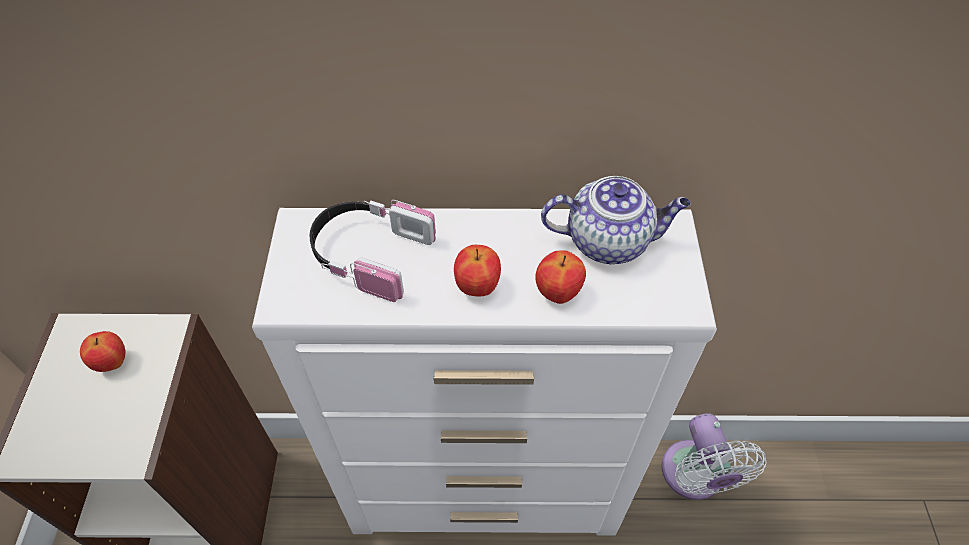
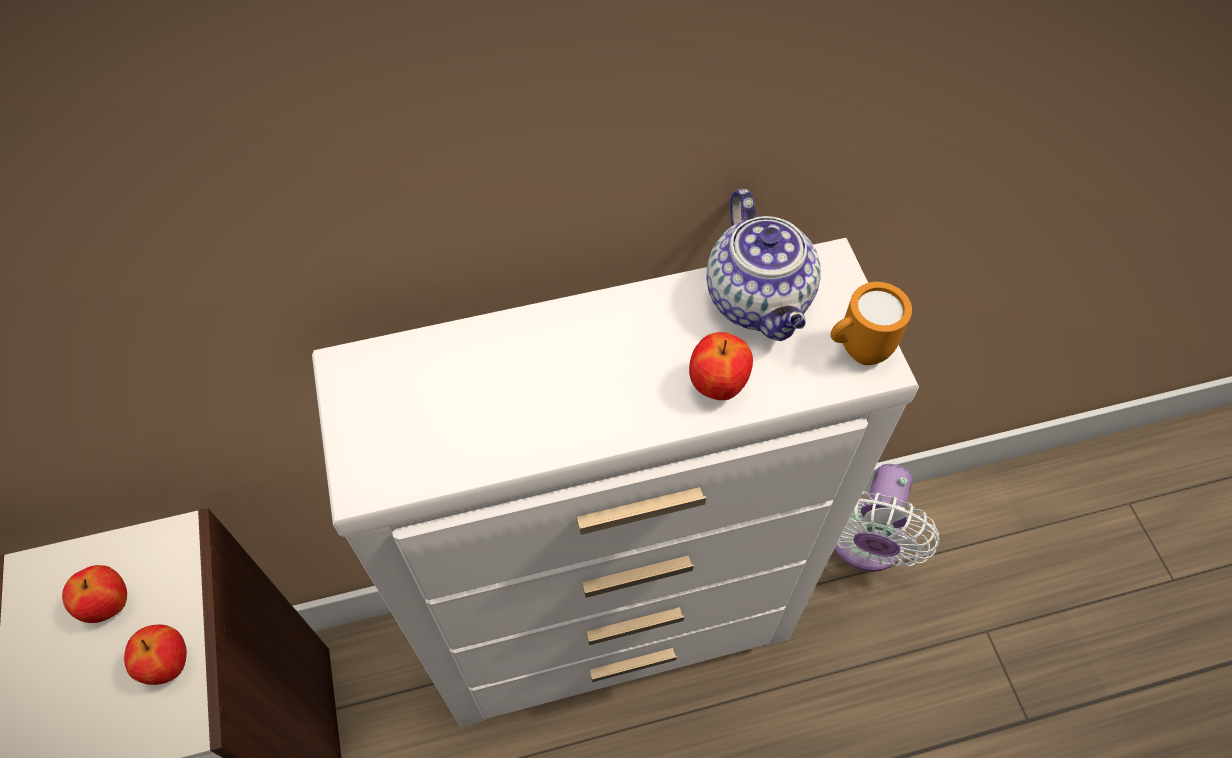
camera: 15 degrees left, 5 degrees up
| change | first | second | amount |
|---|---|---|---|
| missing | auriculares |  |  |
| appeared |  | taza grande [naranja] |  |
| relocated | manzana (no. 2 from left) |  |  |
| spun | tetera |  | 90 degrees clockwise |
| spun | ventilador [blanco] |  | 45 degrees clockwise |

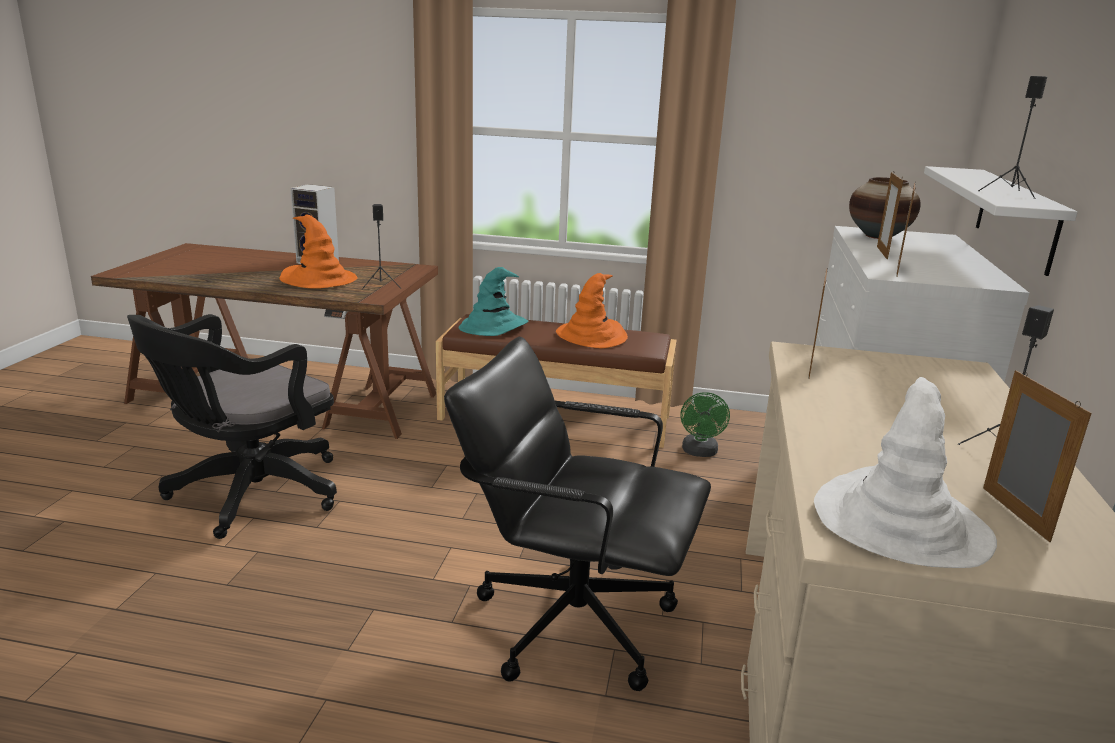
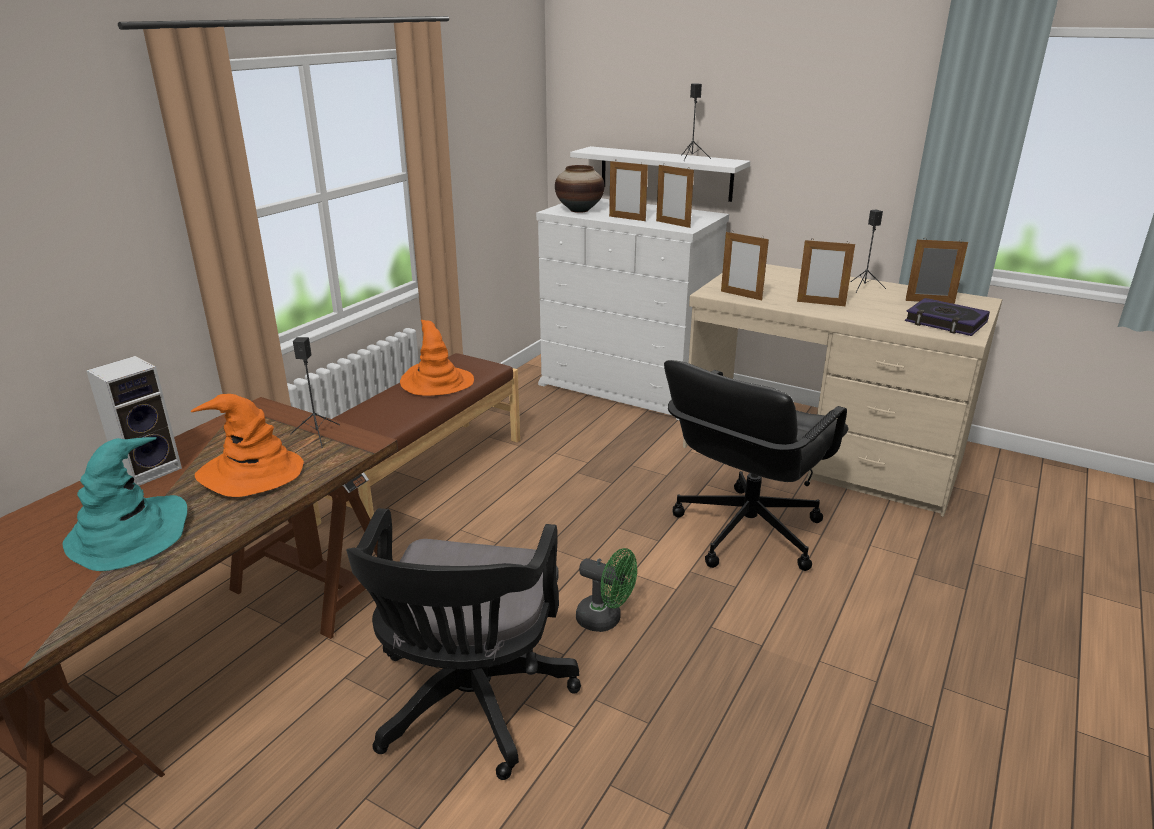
camera: 70 degrees left, 5 degrees up
| change | first | second | amount |
|---|---|---|---|
| appeared |  | portarretratos (no. 4 from left) |  |
| relocated | sombrero [turquesa] |  |  |
| relocated | ventilador [verde] |  |  |
| exchanged | sombrero [blanco] | libro |  |
| spun | silla de oficina [negro] (no. 1 from left) |  | 45 degrees clockwise |

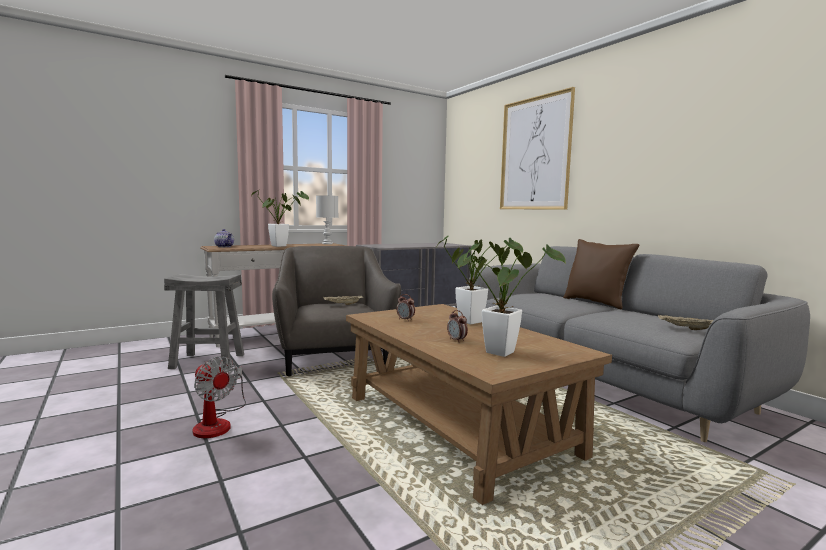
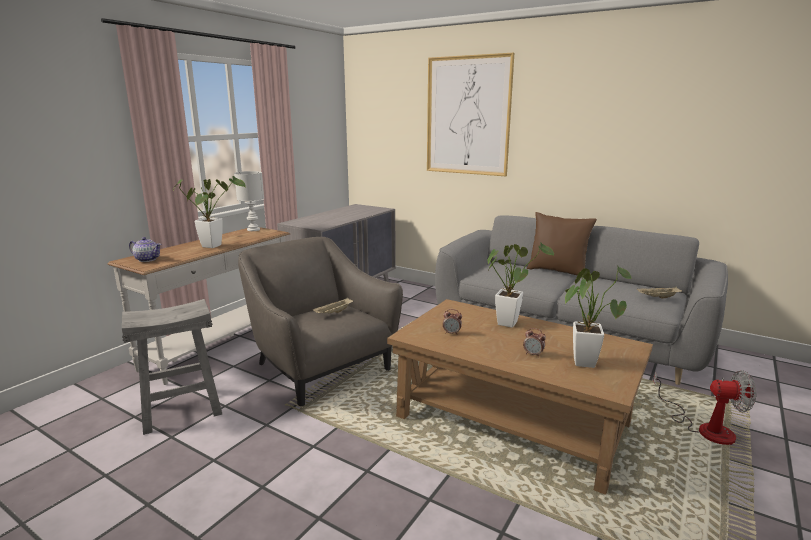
camera: 25 degrees left, 10 degrees up
| change | first | second | amount |
|---|---|---|---|
| relocated | ventilador |  |  |

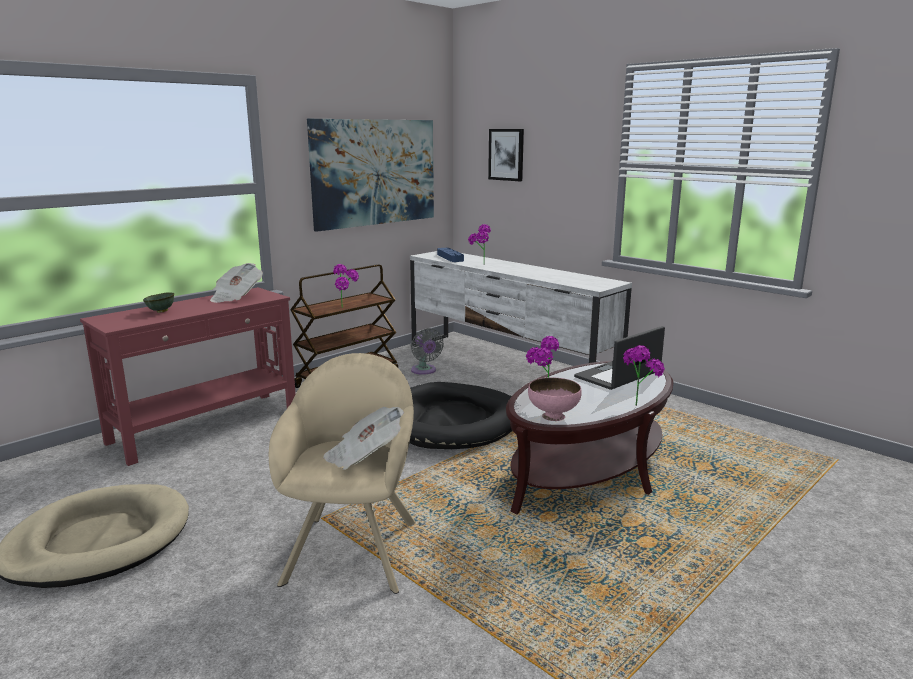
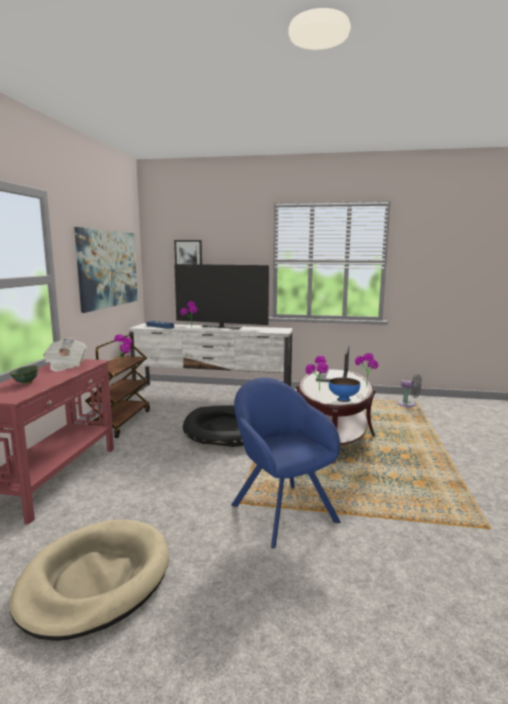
camera: 35 degrees left, 5 degrees down
| change | first | second | amount |
|---|---|---|---|
| missing | periódico (no. 2 from left) |  |  |
| appeared |  | televisor |  |
| relocated | ventilador [gris] |  |  |
| colour | sillón [beis] | sillón [azul] |  |
| colour | cuenco [rosa] | cuenco [azul] |  |

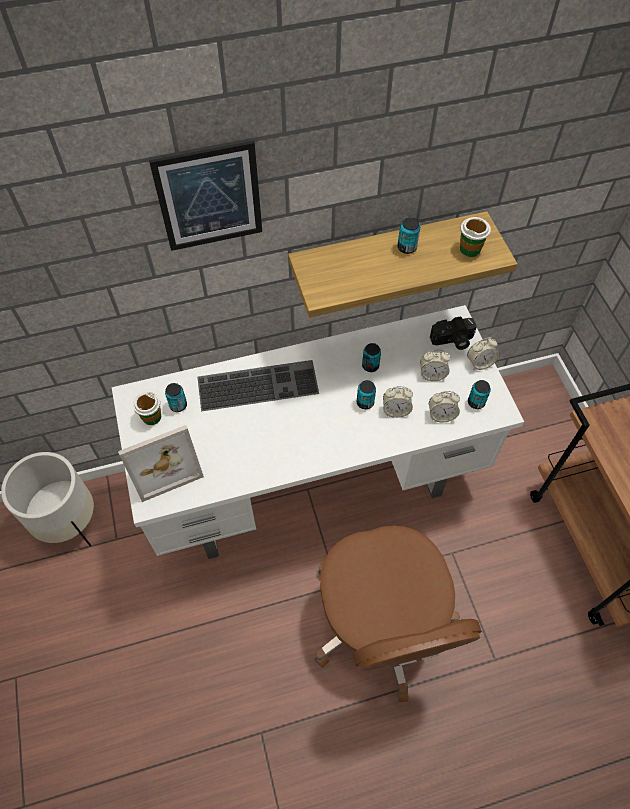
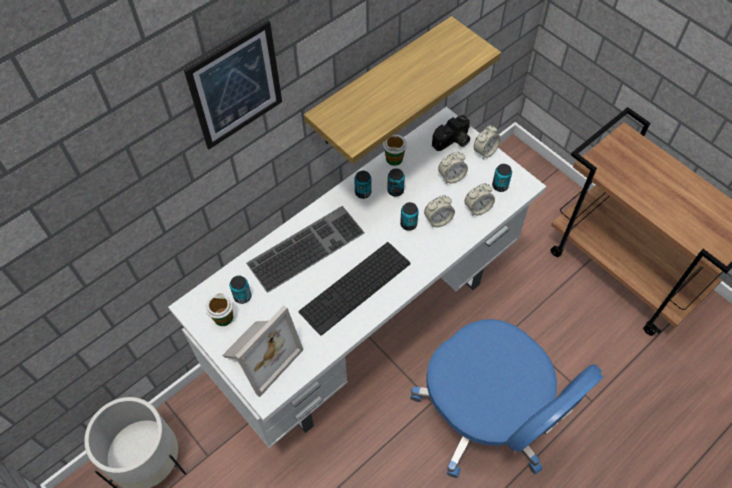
camera: 25 degrees left, 0 degrees up
| change | first | second | amount |
|---|---|---|---|
| appeared |  | teclado (no. 2 from left) |  |
| relocated | lata (no. 4 from left in the first image) | lata (no. 2 from left) |  |
| relocated | taza (no. 2 from left) |  |  |
| colour | silla de oficina [marrón] | silla de oficina [azul] |  |

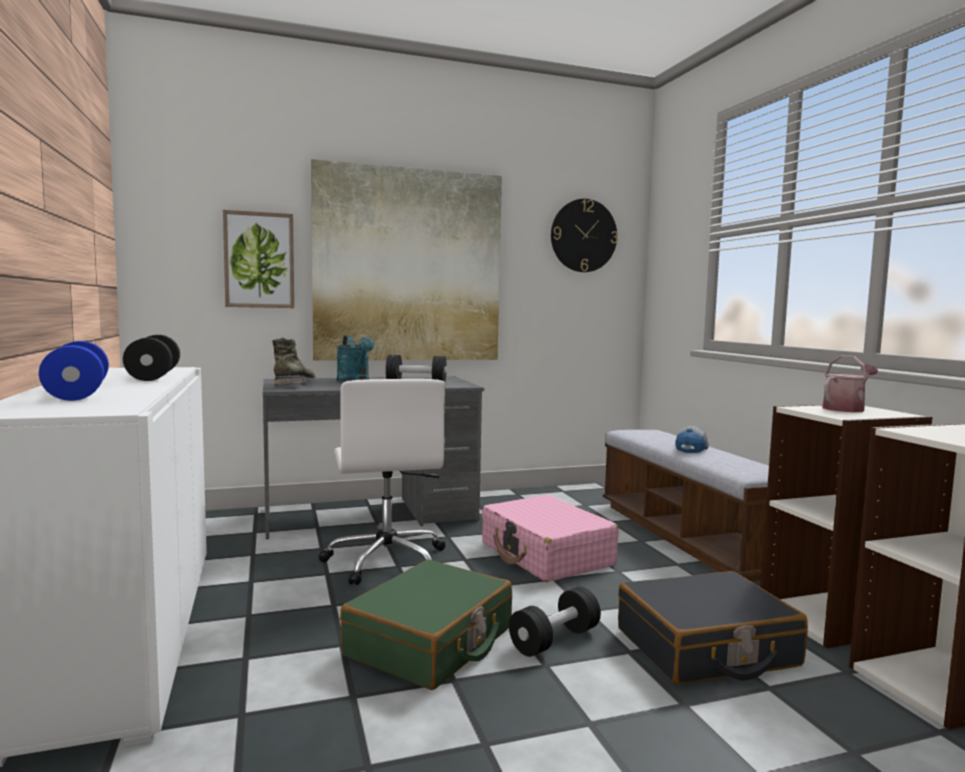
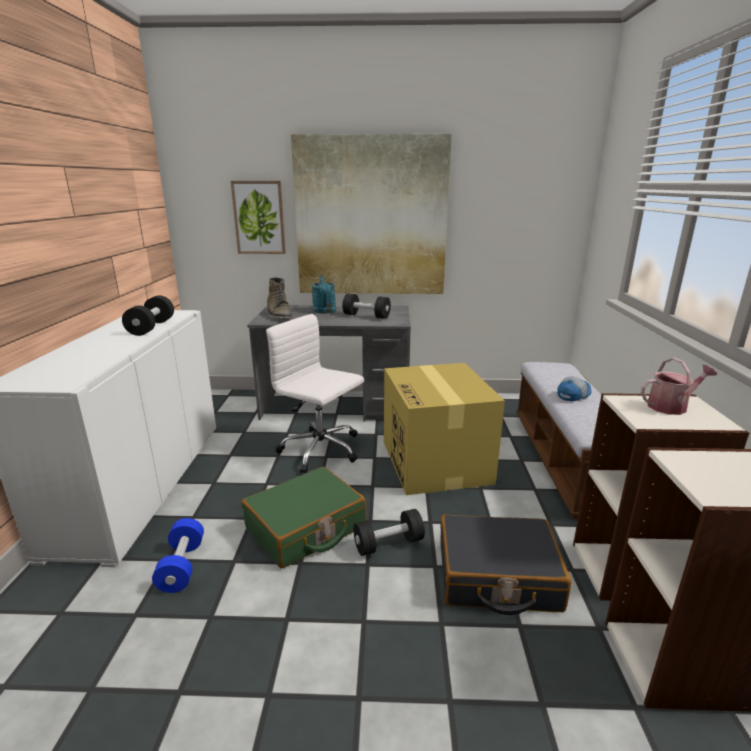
camera: 20 degrees right, 15 degrees up
| change | first | second | amount |
|---|---|---|---|
| missing | reloj de pared |  |  |
| relocated | mancuerna [azul] |  |  |
| exchanged | maleta [rosa] | caja de cartón |  |
| spun | bota [verde] |  | 135 degrees clockwise |
| spun | silla de oficina [blanco] |  | 120 degrees clockwise |

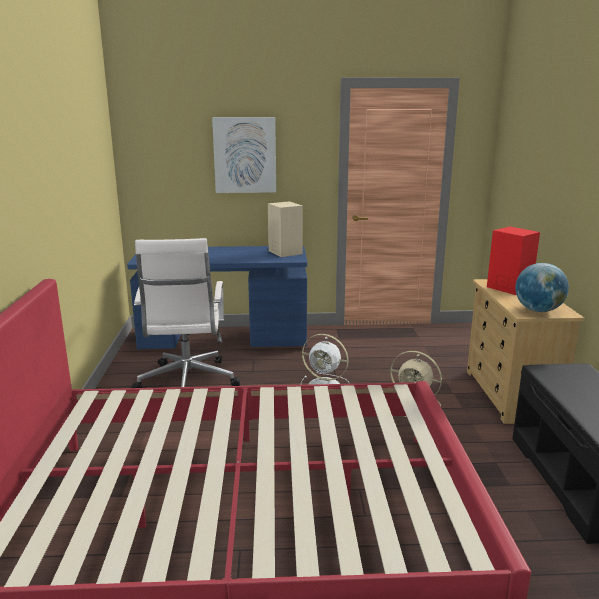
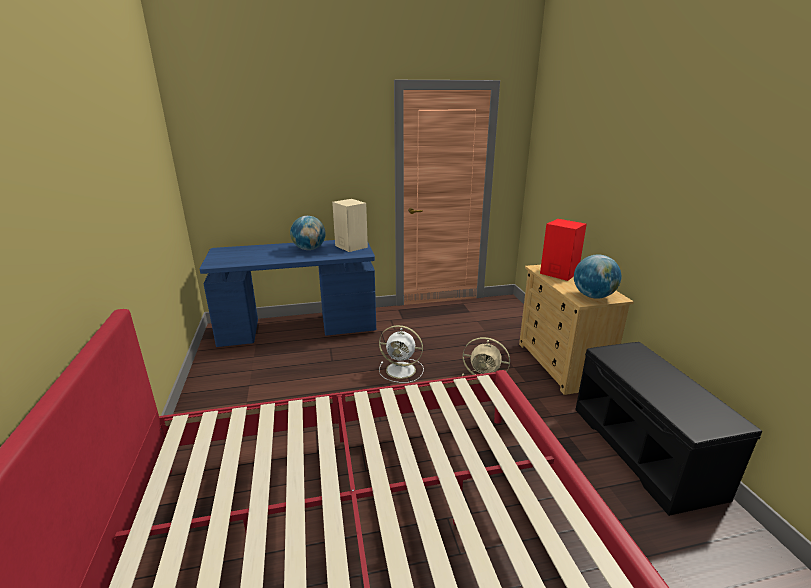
camera: 10 degrees left, 5 degrees up
| change | first | second | amount |
|---|---|---|---|
| missing | silla de oficina [blanco] |  |  |
| missing | cuadro |  |  |
| appeared |  | globo terráqueo (no. 1 from left) |  |

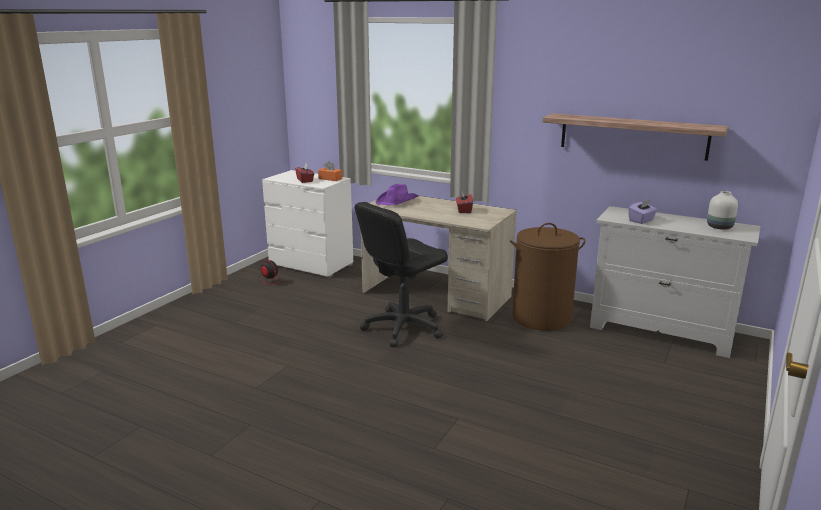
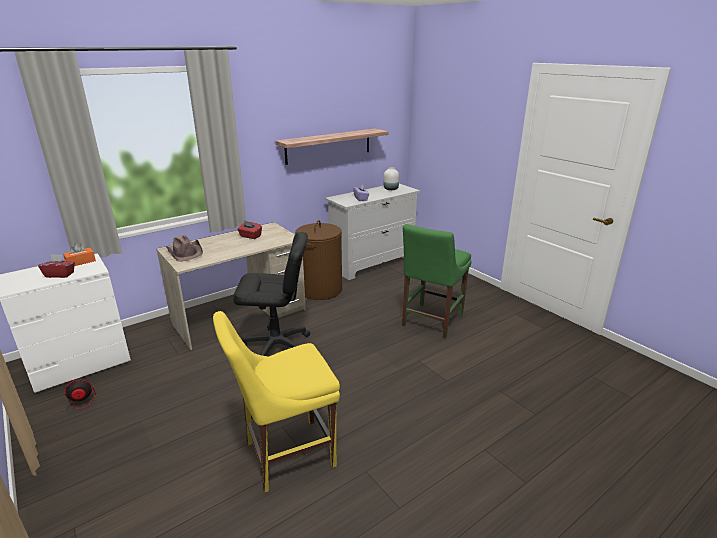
camera: 65 degrees left, 5 degrees up
| change | first | second | amount |
|---|---|---|---|
| appeared |  | silla [amarillo] |  |
| appeared |  | silla [verde] |  |
| colour | sombrero [morado] | sombrero [marrón] |  |
| spun | silla de oficina [negro] |  | 75 degrees counterclockwise |

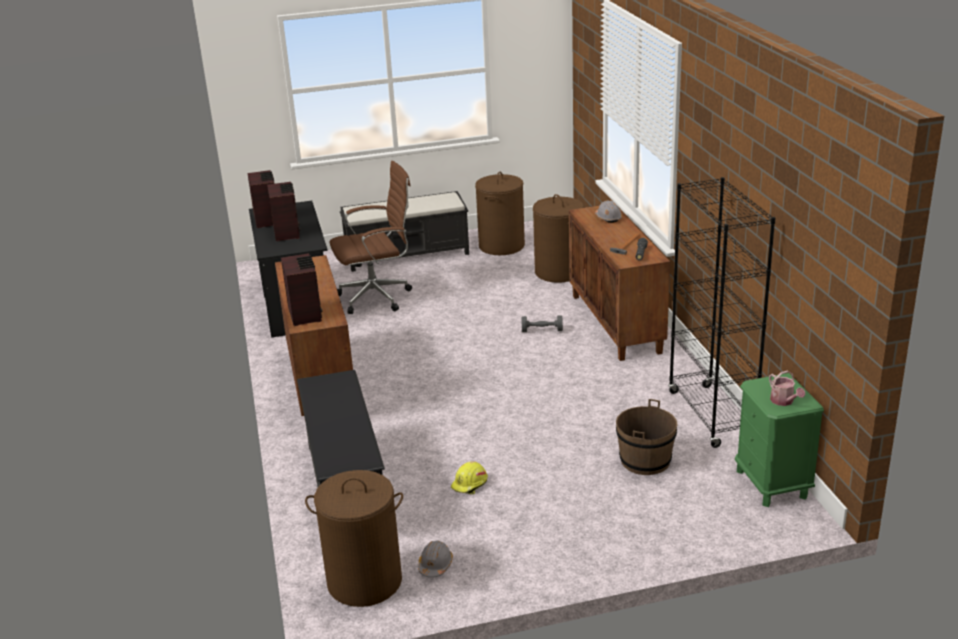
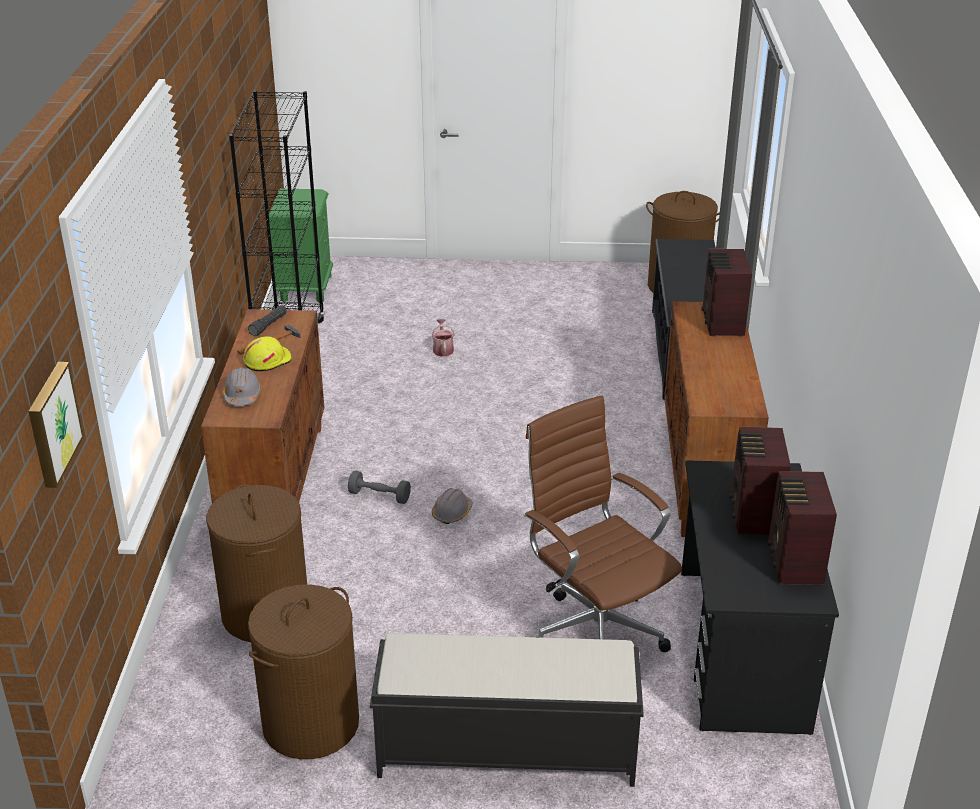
camera: 165 degrees left, 5 degrees up
| change | first | second | amount |
|---|---|---|---|
| missing | cubo [marrón] |  |  |
| appeared |  | cuadro |  |
| relocated | casco [gris] (no. 1 from left in the first image) | casco [gris] (no. 2 from left) |  |
| relocated | casco [amarillo] |  |  |
| relocated | regadera |  |  |
| spun | silla de oficina [marrón] |  | 60 degrees clockwise |

